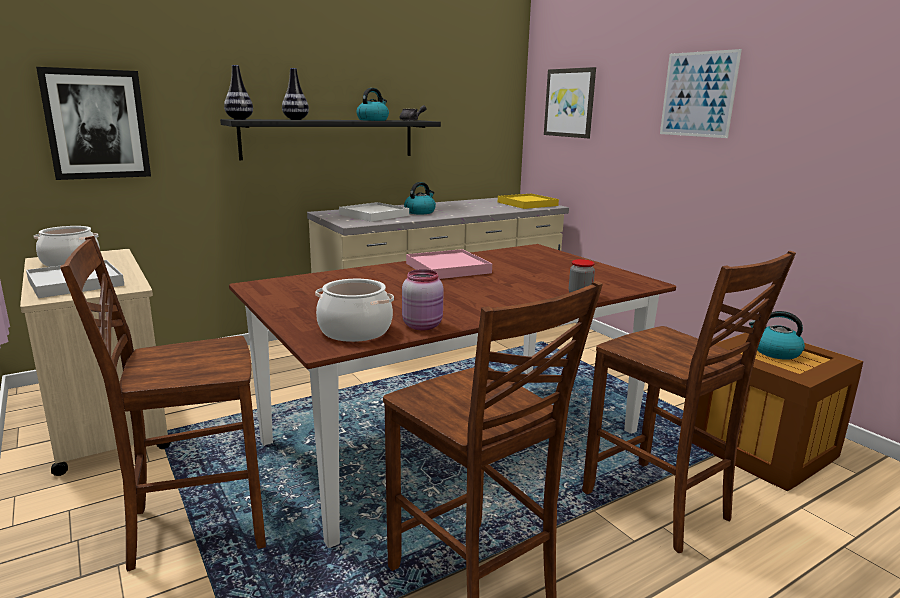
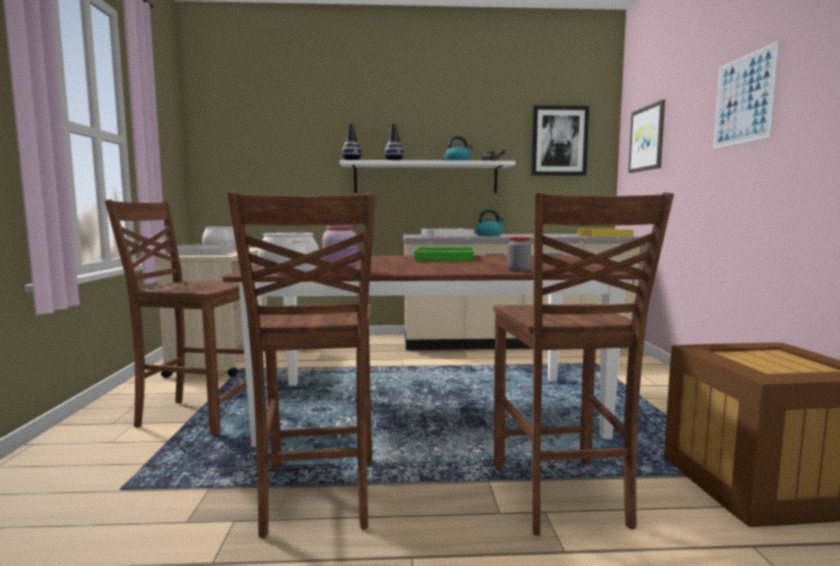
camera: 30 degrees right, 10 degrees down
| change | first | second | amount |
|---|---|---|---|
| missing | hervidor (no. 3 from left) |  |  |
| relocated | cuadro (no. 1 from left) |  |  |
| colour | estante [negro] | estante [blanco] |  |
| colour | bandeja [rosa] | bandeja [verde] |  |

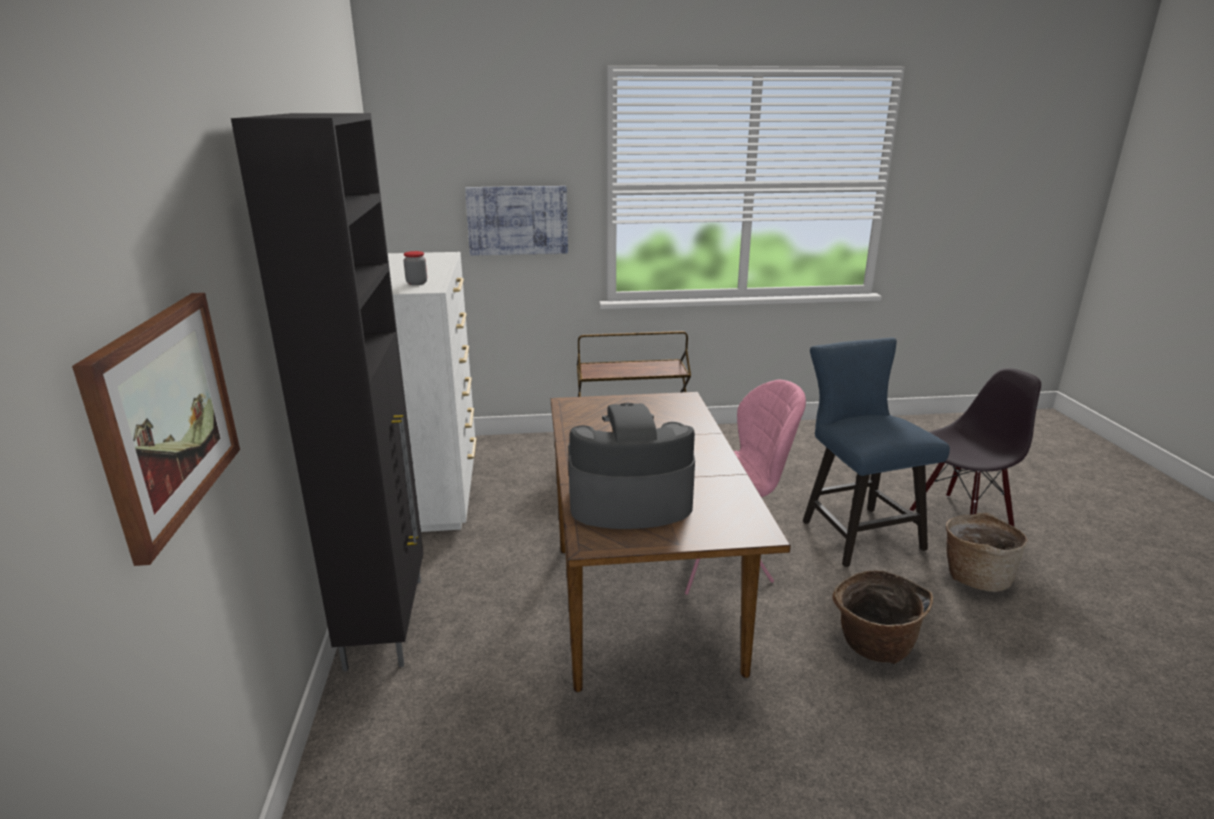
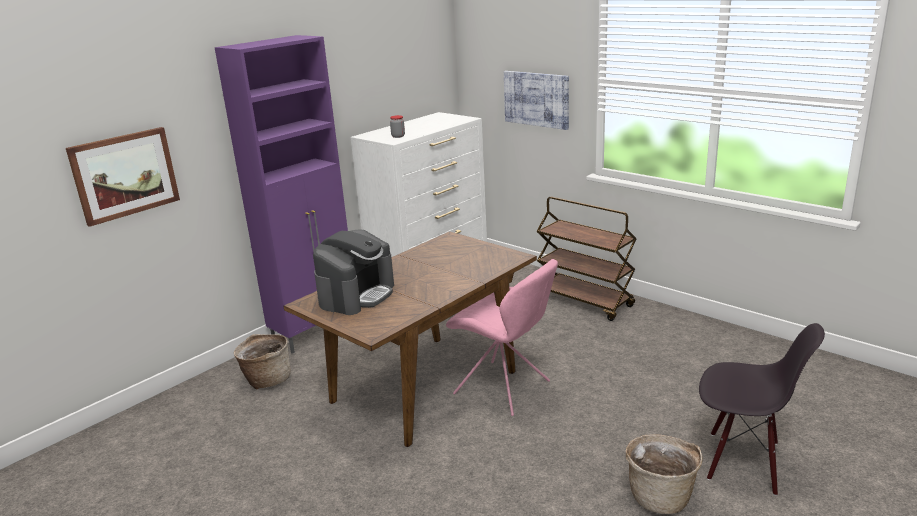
camera: 50 degrees right, 0 degrees up
| change | first | second | amount |
|---|---|---|---|
| missing | silla [azul] |  |  |
| relocated | cesta (no. 1 from left) |  |  |
| colour | armario [negro] | armario [morado] |  |
| spun | cafetera |  | 75 degrees clockwise |

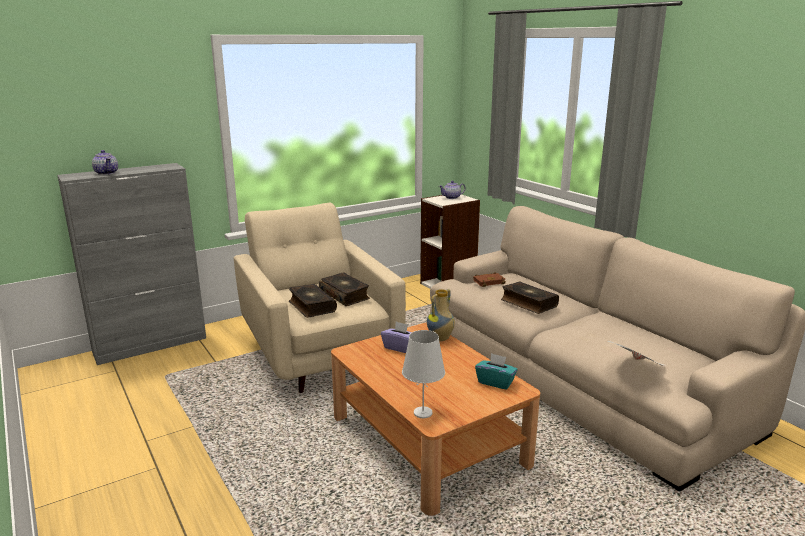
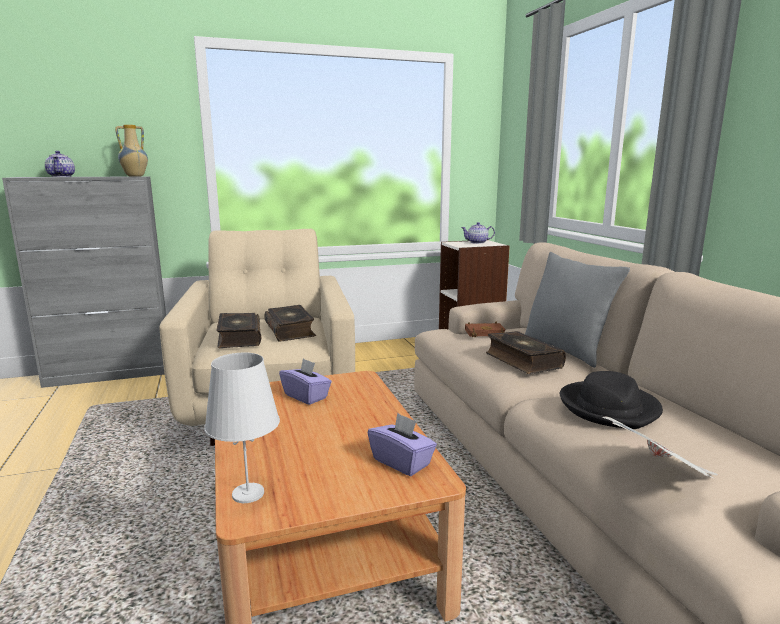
camera: 15 degrees right, 5 degrees down
| change | first | second | amount |
|---|---|---|---|
| appeared |  | cojín [gris] |  |
| appeared |  | sombrero [negro] |  |
| relocated | florero |  |  |
| colour | caja de pañuelos [turquesa] | caja de pañuelos [morado] (no. 2 from left) |  |

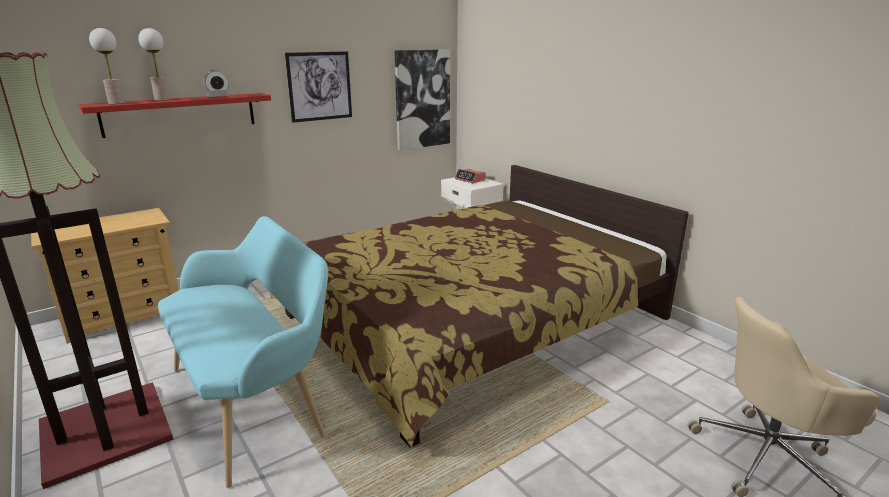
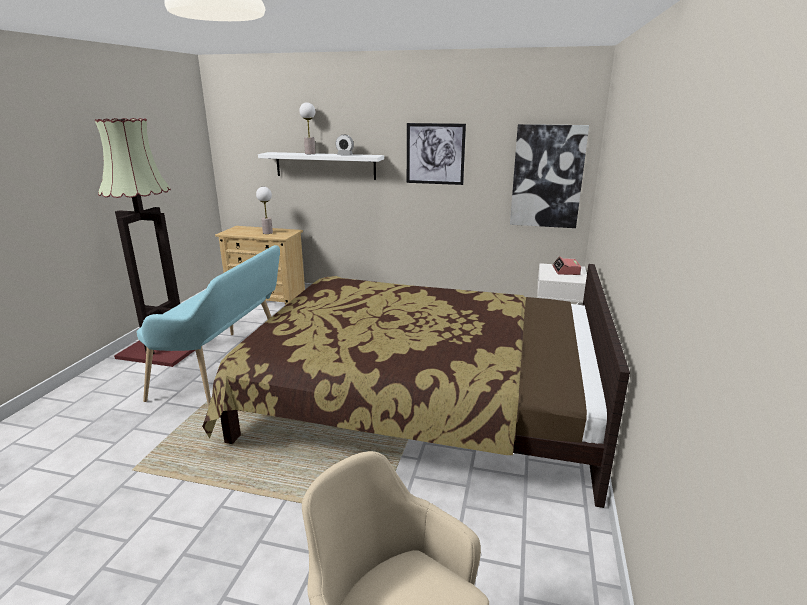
camera: 50 degrees right, 0 degrees up
| change | first | second | amount |
|---|---|---|---|
| relocated | lámpara de mesa (no. 1 from left) |  |  |
| colour | estante [rojo] | estante [blanco] |  |

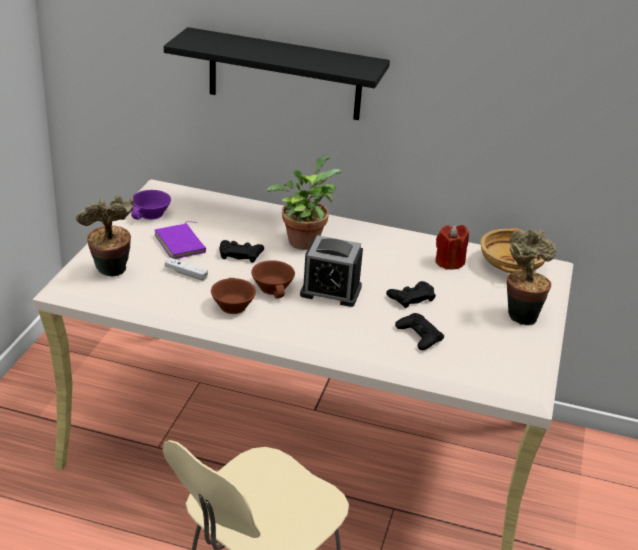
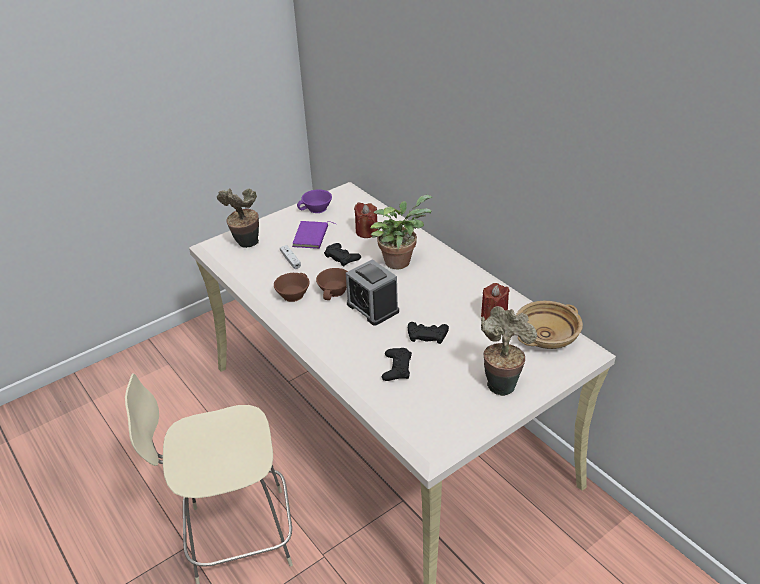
camera: 40 degrees right, 5 degrees up
| change | first | second | amount |
|---|---|---|---|
| missing | estante [negro] |  |  |
| appeared |  | vela [rojo] (no. 1 from left) |  |

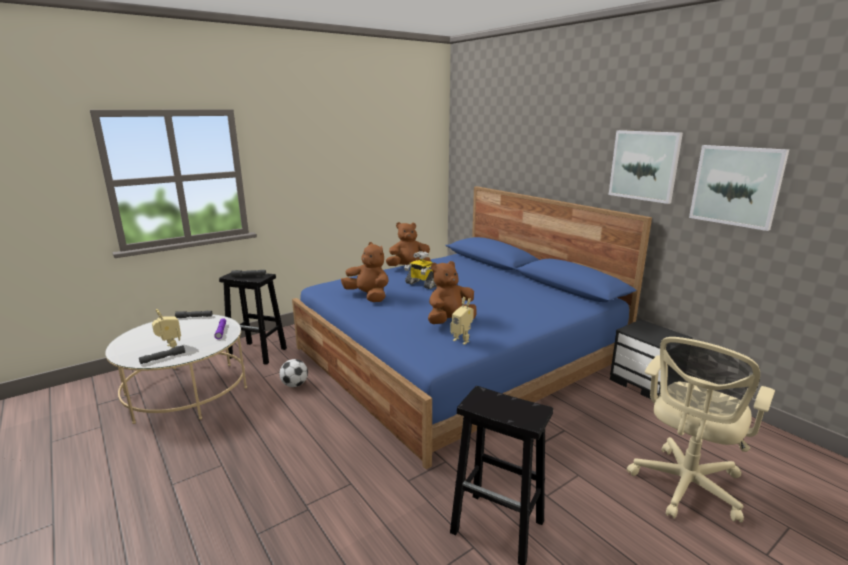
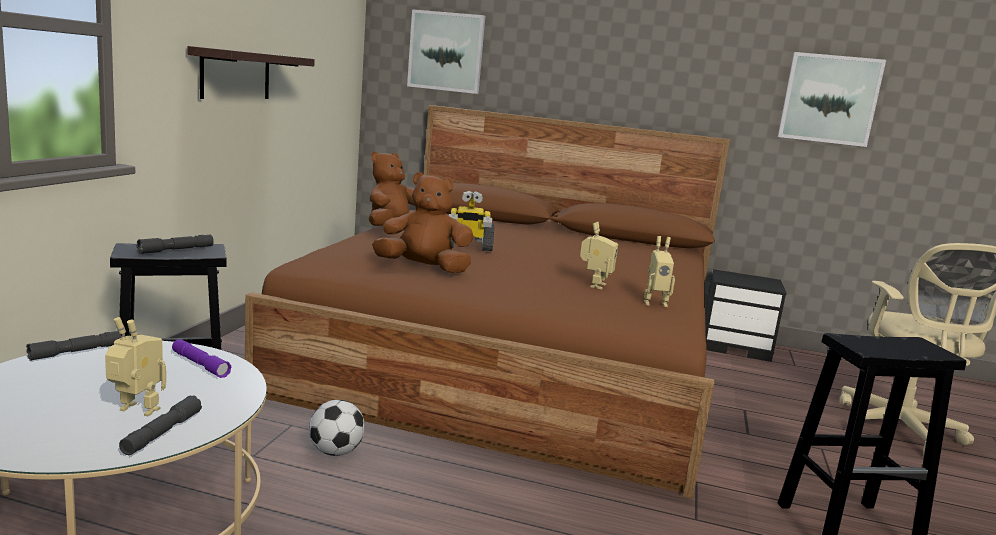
camera: 40 degrees left, 5 degrees down
| change | first | second | amount |
|---|---|---|---|
| appeared |  | estante |  |
| relocated | cuadro (no. 1 from left) |  |  |
| exchanged | peluche [marrón] (no. 3 from left) | robot de juguete (no. 3 from left) |  |
| colour | cama [azul] | cama [marrón] |  |

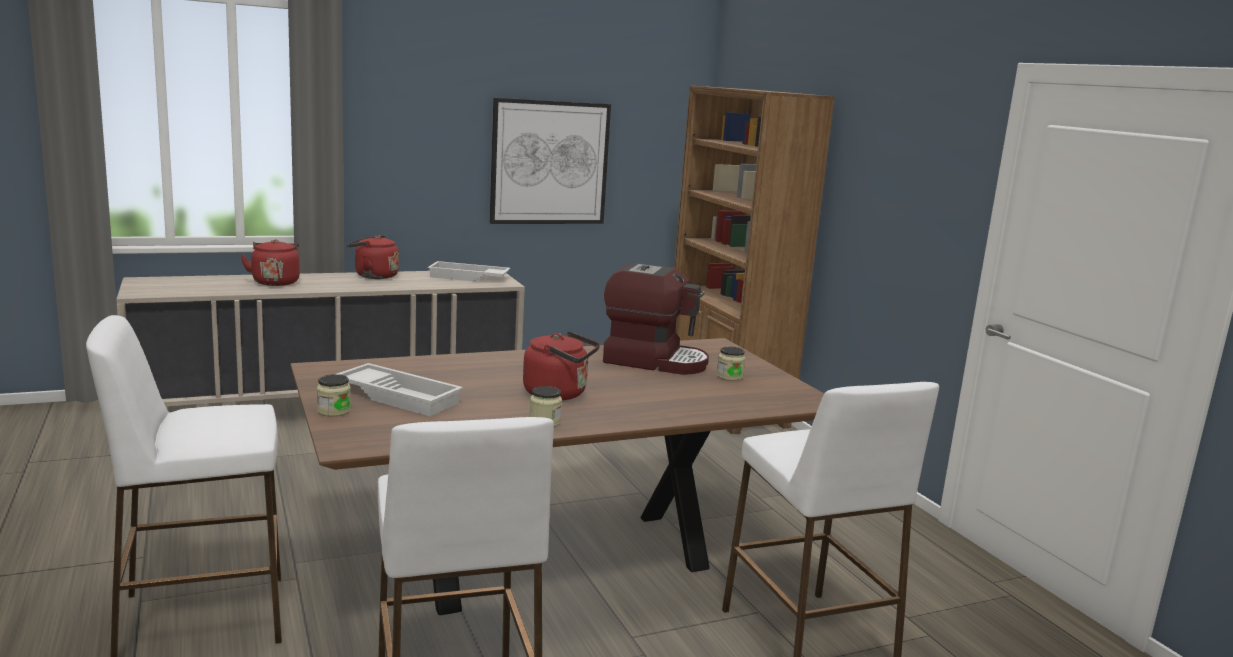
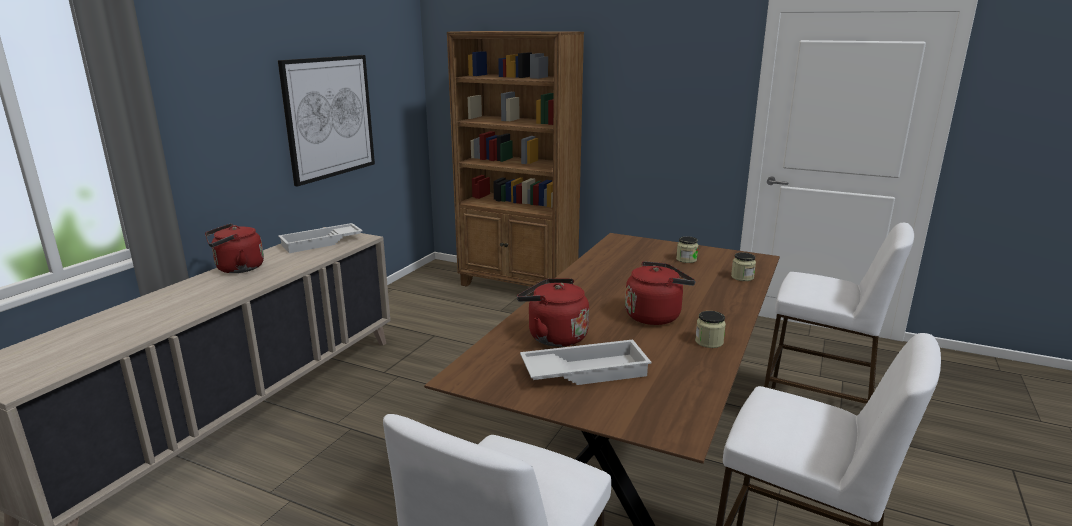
camera: 40 degrees left, 5 degrees up
| change | first | second | amount |
|---|---|---|---|
| missing | cafetera |  |  |
| relocated | hervidor [rojo] (no. 1 from left in the first image) | hervidor [rojo] (no. 2 from left) |  |
| relocated | tarro (no. 1 from left in the first image) | tarro (no. 3 from left) |  |

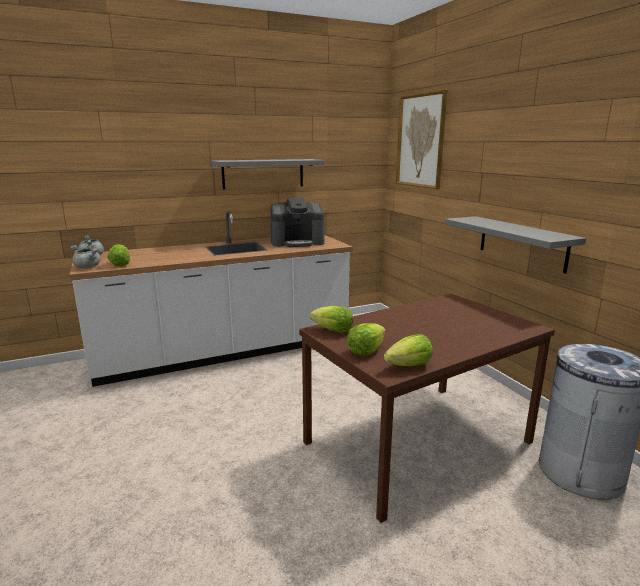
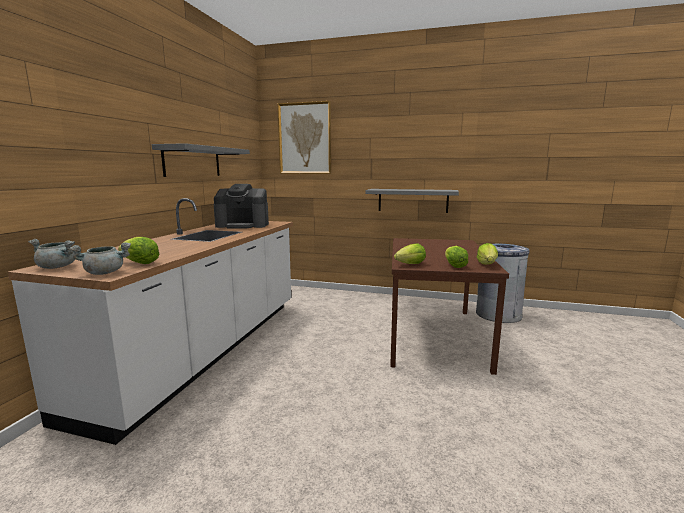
camera: 50 degrees left, 5 degrees down
| change | first | second | amount |
|---|---|---|---|
| spun | cafetera |  | 60 degrees clockwise |

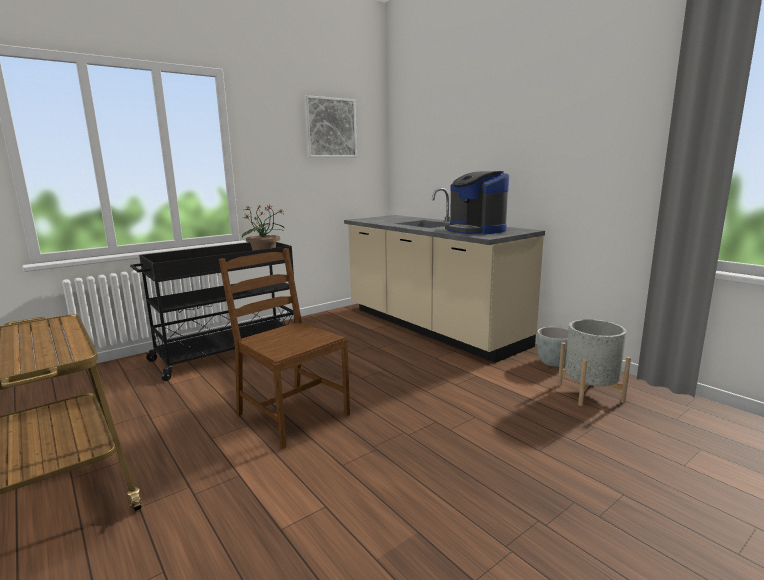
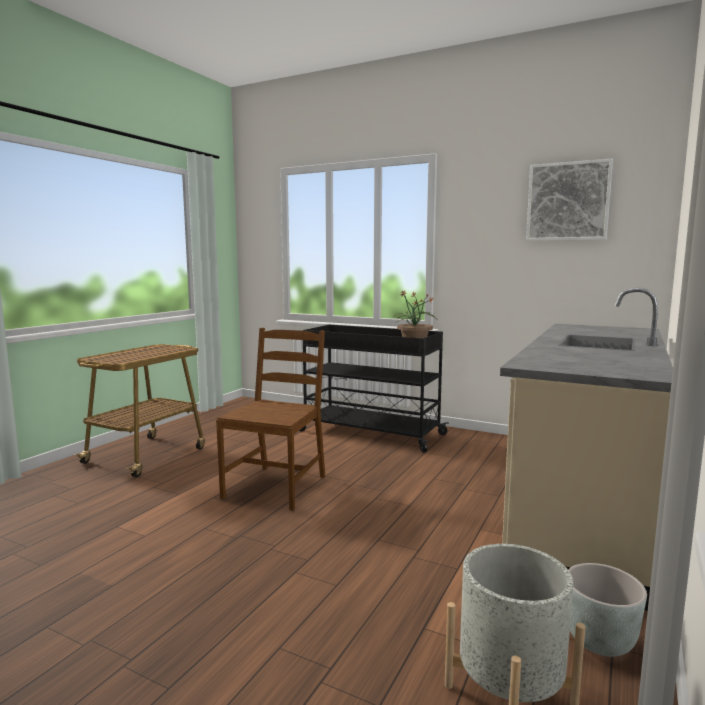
camera: 65 degrees right, 5 degrees down
| change | first | second | amount |
|---|---|---|---|
| missing | cafetera |  |  |

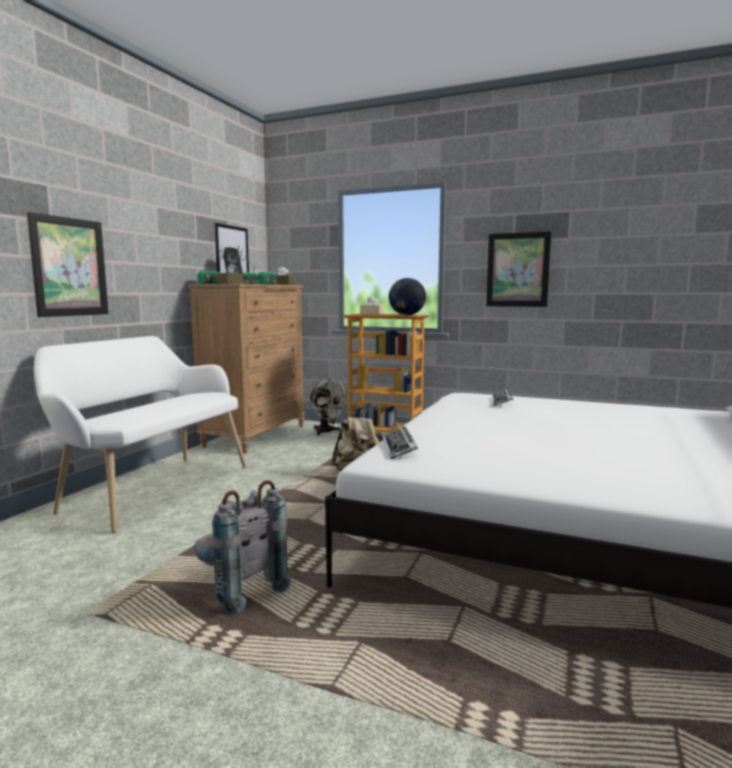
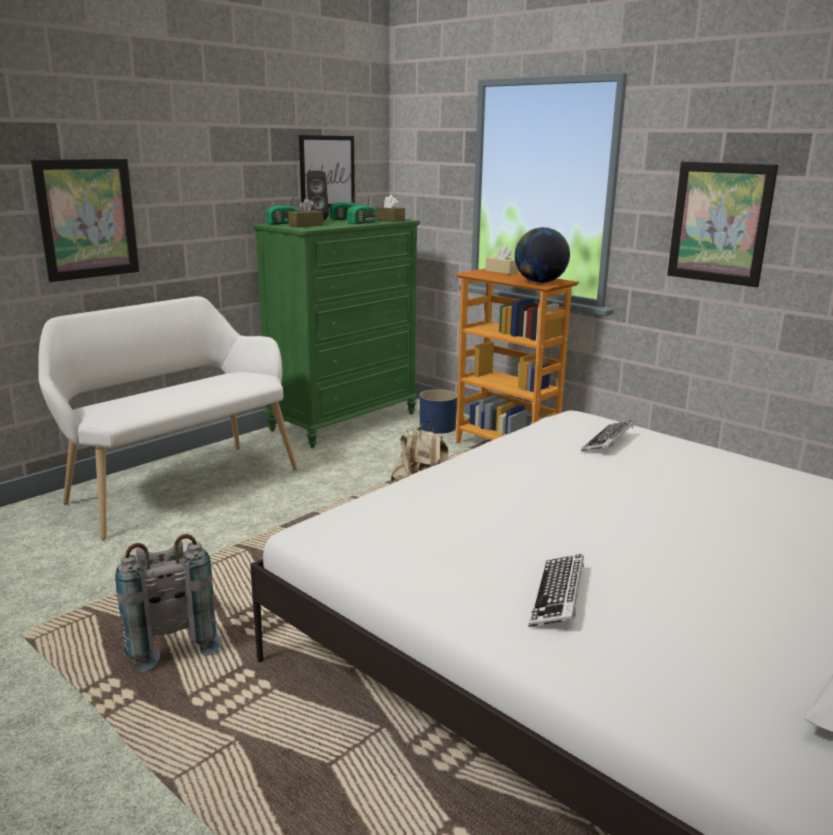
camera: 20 degrees right, 10 degrees up
| change | first | second | amount |
|---|---|---|---|
| relocated | teclado (no. 1 from left) |  |  |
| exchanged | ventilador [beis] | maceta [azul] |  |
| colour | cómoda [marrón] | cómoda [verde] |  |

